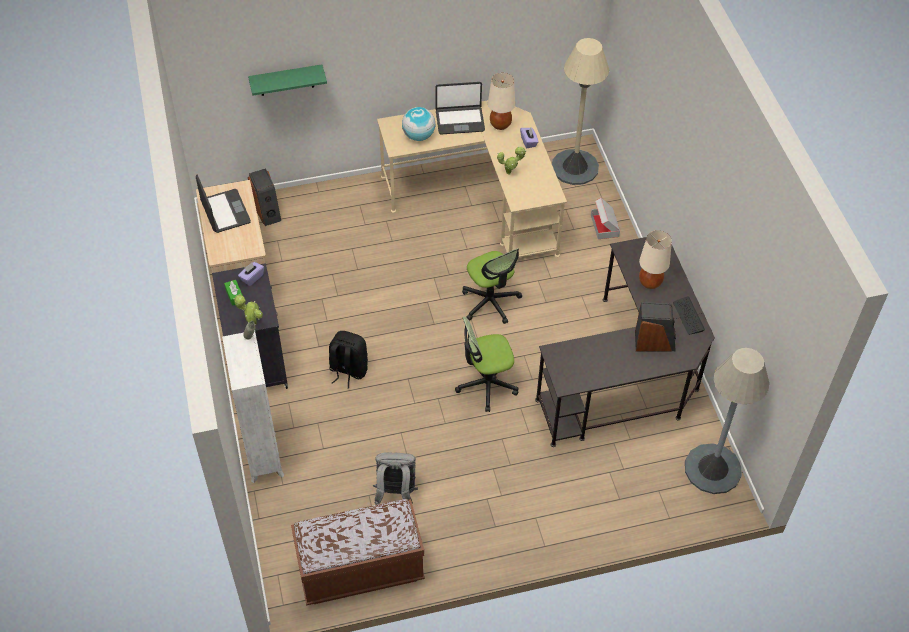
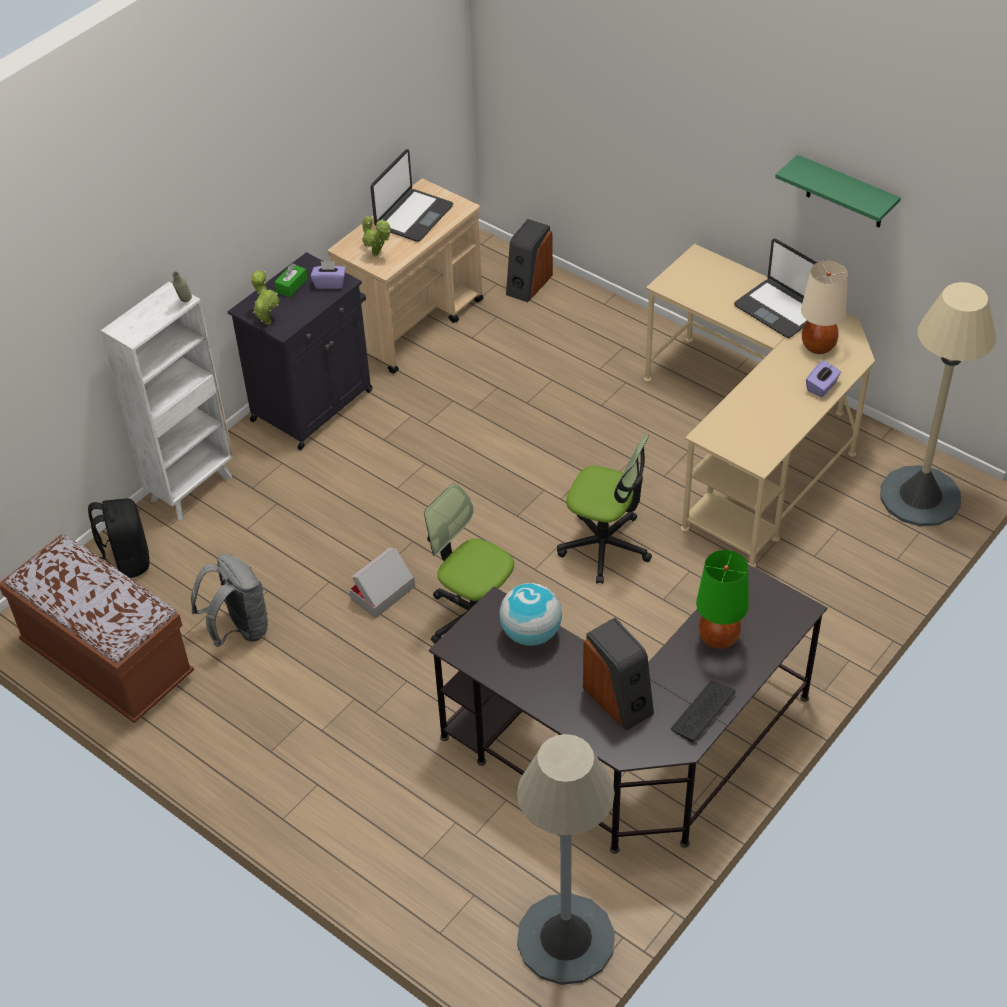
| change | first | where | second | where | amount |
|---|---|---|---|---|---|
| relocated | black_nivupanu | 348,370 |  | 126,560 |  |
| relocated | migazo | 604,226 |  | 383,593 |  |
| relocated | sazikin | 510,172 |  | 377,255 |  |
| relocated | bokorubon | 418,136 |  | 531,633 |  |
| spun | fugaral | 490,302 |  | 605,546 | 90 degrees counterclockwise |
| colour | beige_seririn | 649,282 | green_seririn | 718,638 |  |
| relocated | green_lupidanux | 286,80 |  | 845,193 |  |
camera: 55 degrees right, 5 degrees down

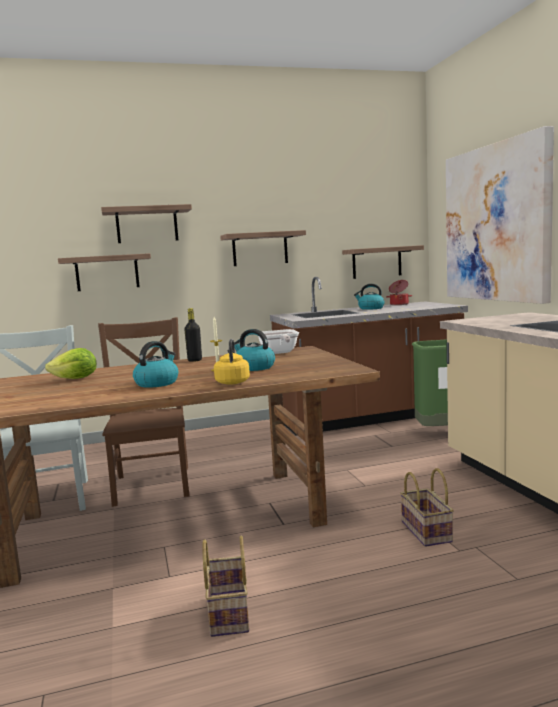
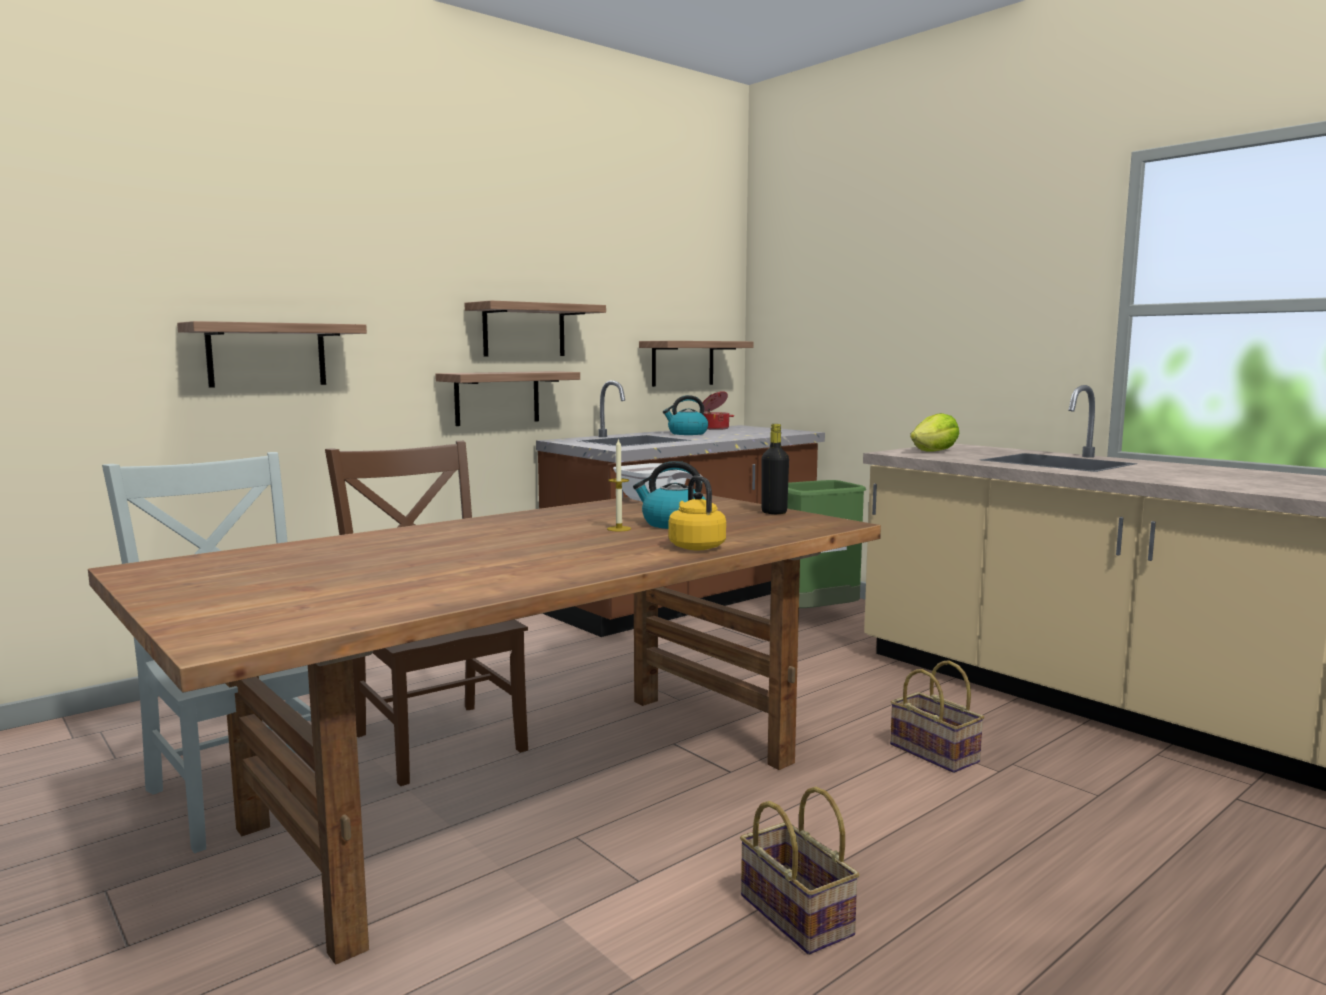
| change | first | where | second | where | amount |
|---|---|---|---|---|---|
| relocated | lupidanux | 147,225 |  | 497,398 |  |
| relocated | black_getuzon | 194,360 |  | 774,512 |  |
| relocated | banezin | 76,379 |  | 935,452 |  |
| missing | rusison | 157,383 |  |  |  |
| missing | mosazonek | 497,223 |  |  |  |
camera: 25 degrees left, 0 degrees up

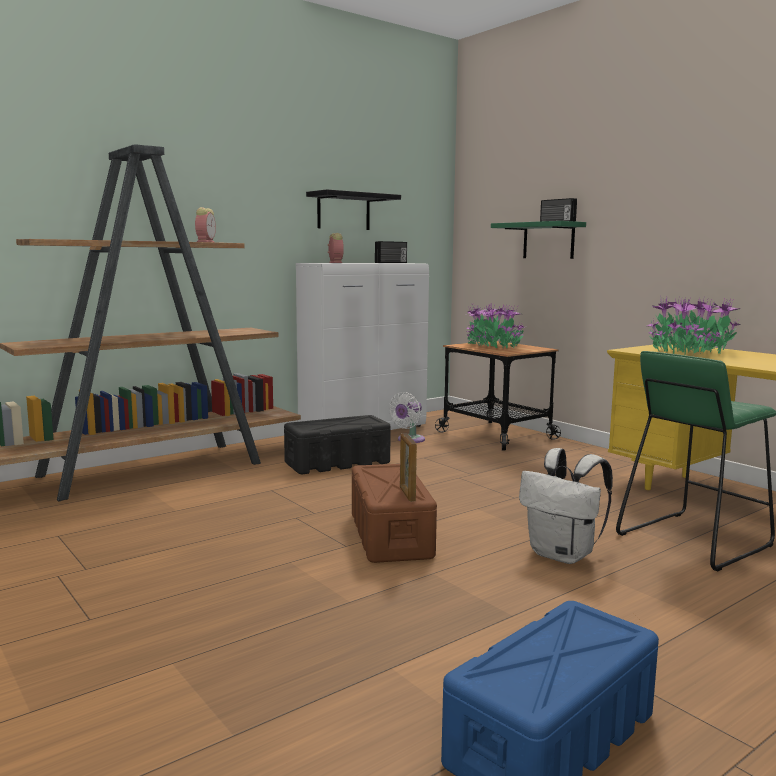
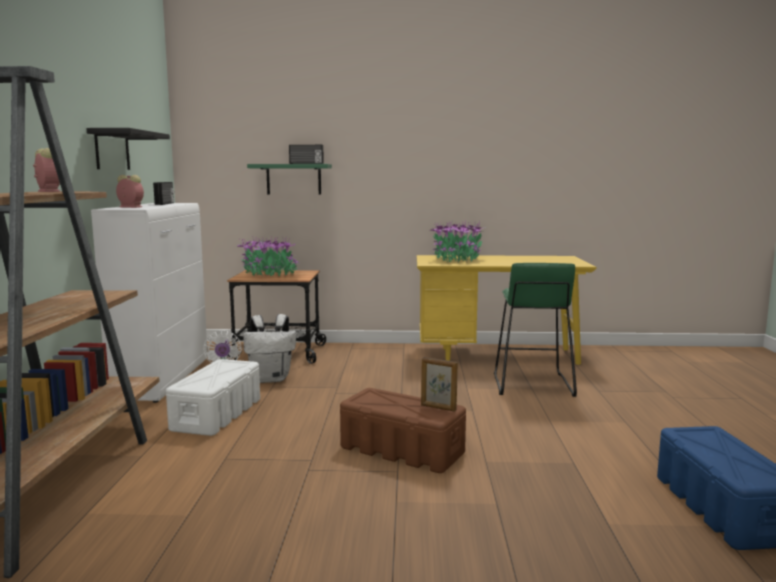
| change | first | where | second | where | amount |
|---|---|---|---|---|---|
| colour | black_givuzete | 338,463 | white_givuzete | 217,414 |  |
| relocated | white_nivupanu | 563,555 |  | 271,379 |  |
camera: 50 degrees left, 0 degrees up

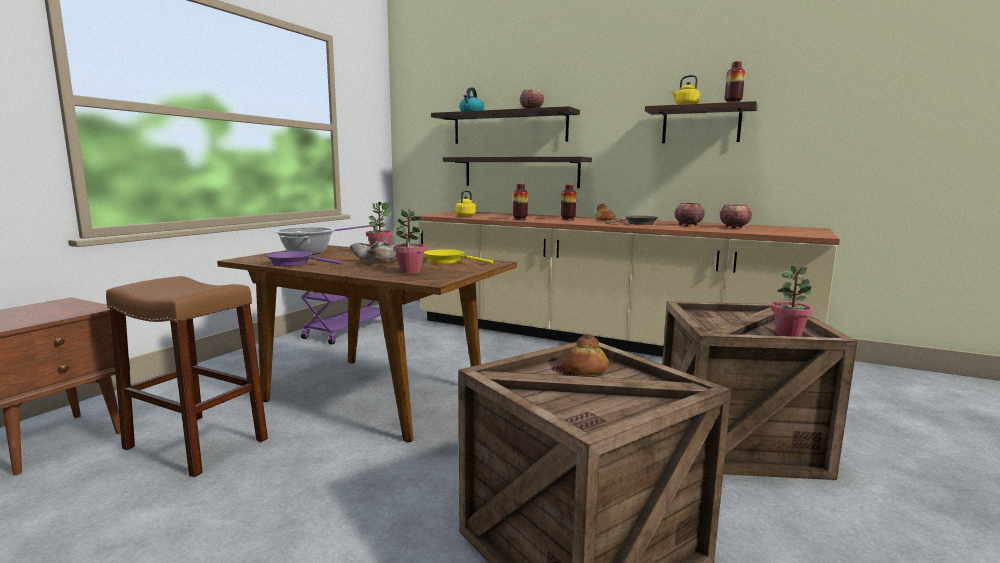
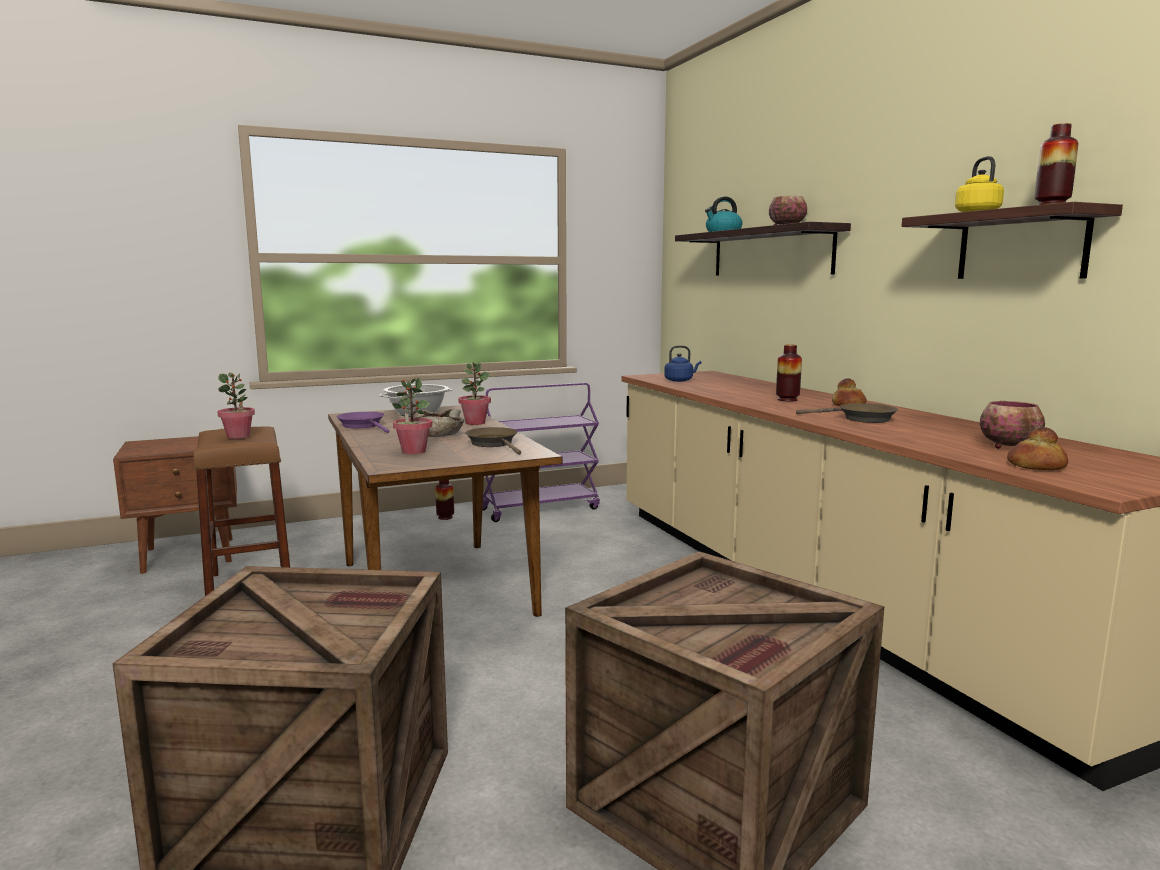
| change | first | where | second | where | amount |
|---|---|---|---|---|---|
| relocated | sazikin | 788,334 |  | 238,436 |  |
| relocated | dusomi | 519,219 |  | 445,517 |  |
| colour | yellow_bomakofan | 448,261 | brown_bomakofan | 494,444 |  |
| colour | yellow_rusison | 466,215 | blue_rusison | 680,380 |  |
| relocated | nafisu | 586,369 |  | 1036,466 |  |
| missing | lupidanux | 520,172 |  |  |  |
| missing | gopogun | 687,225 |  |  |  |
camera: 40 degrees right, 0 degrees up

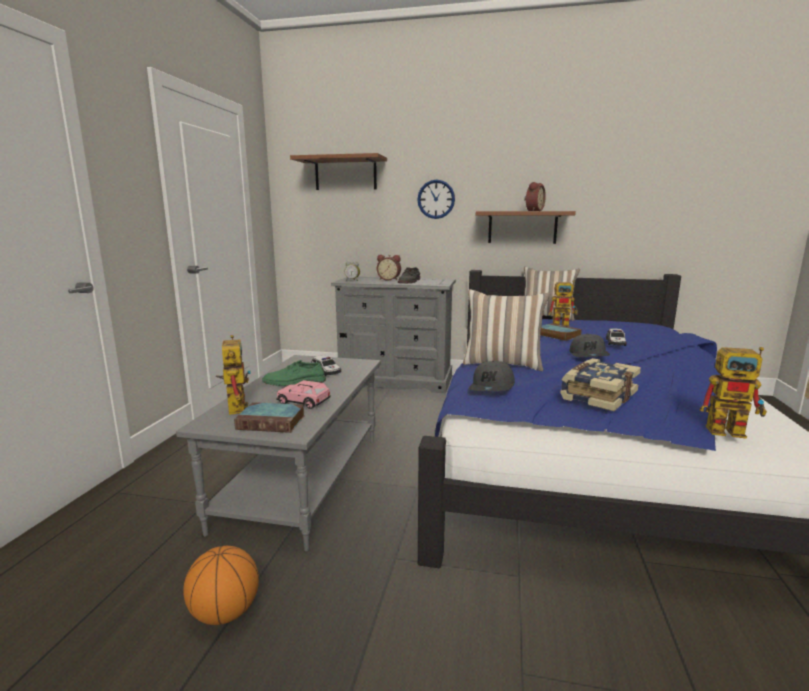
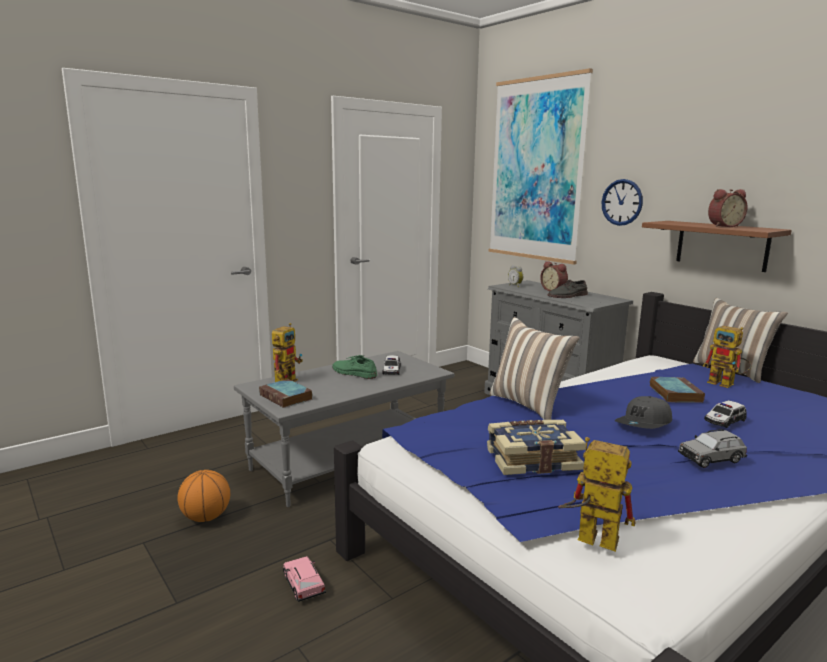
| change | first | where | second | where | amount |
|---|---|---|---|---|---|
| relocated | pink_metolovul | 304,402 |  | 303,586 |  |
| exchanged | brown_lupidanux | 345,174 | mosazonek | 536,170 |  |
| spun | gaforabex | 733,431 |  | 588,539 | 150 degrees clockwise |
| appeared |  |  | grey_metolovul | 711,459 |  |
| missing | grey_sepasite | 492,387 |  |  |  |
camera: 40 degrees right, 0 degrees up

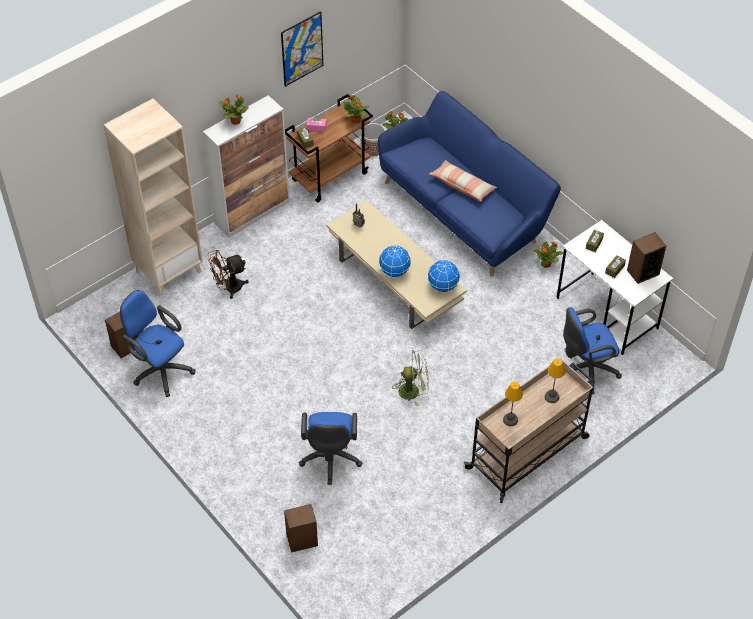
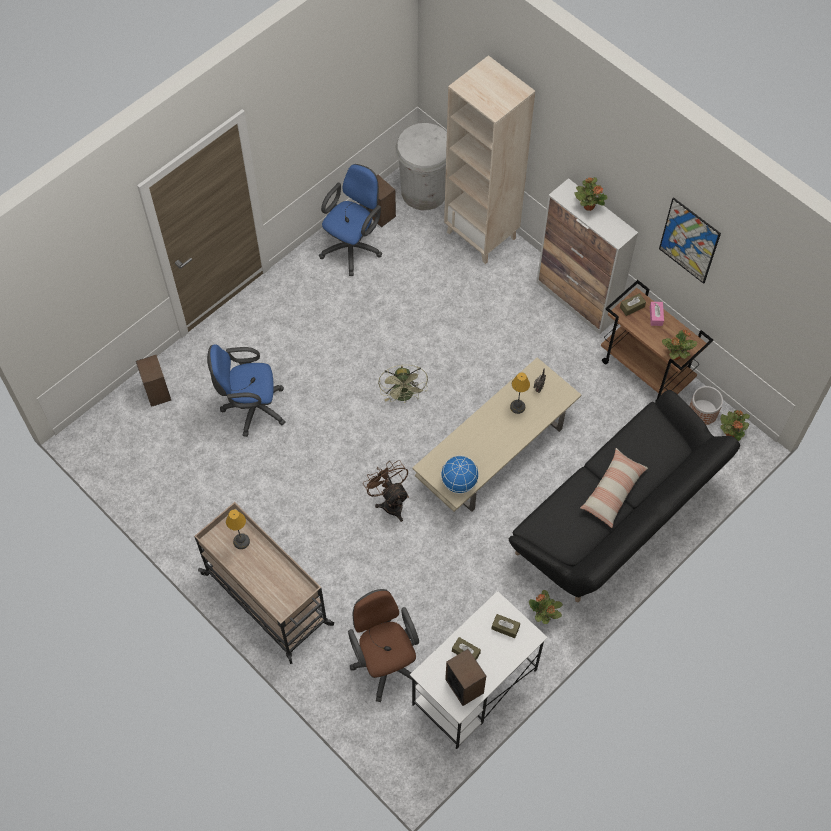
| change | first | where | second | where | amount |
|---|---|---|---|---|---|
| colour | blue_fugaral | 585,370 | brown_fugaral | 385,661 |  |
| relocated | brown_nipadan | 229,288 |  | 390,502 |  |
| relocated | green_nipadan | 413,390 |  | 404,396 |  |
| appeared |  |  | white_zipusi | 424,191 |  |
| colour | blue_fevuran | 464,211 | black_fevuran | 615,519 |  |
| relocated | seririn | 552,397 |  | 517,407 |  |
| missing | bokorubon | 394,271 |  |  |  |
camera: 85 degrees right, 10 degrees up

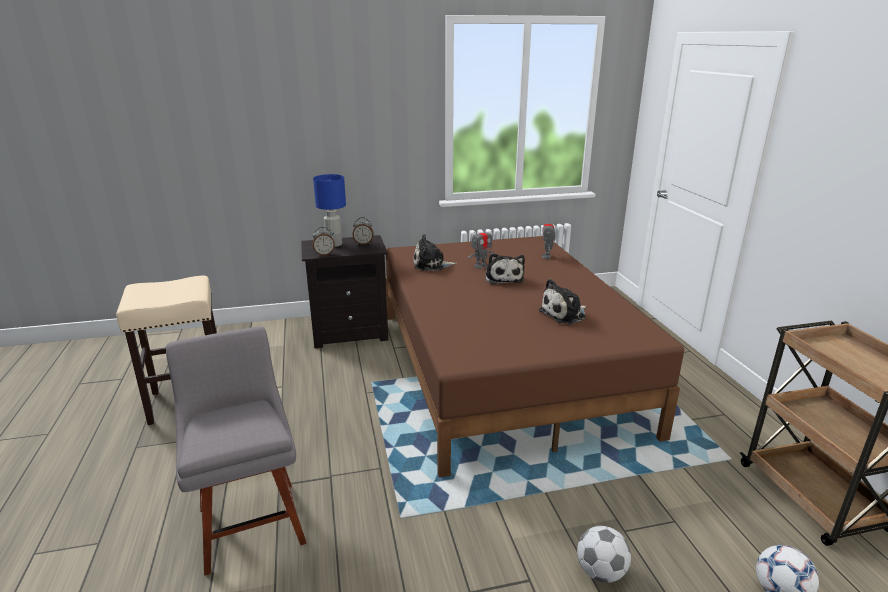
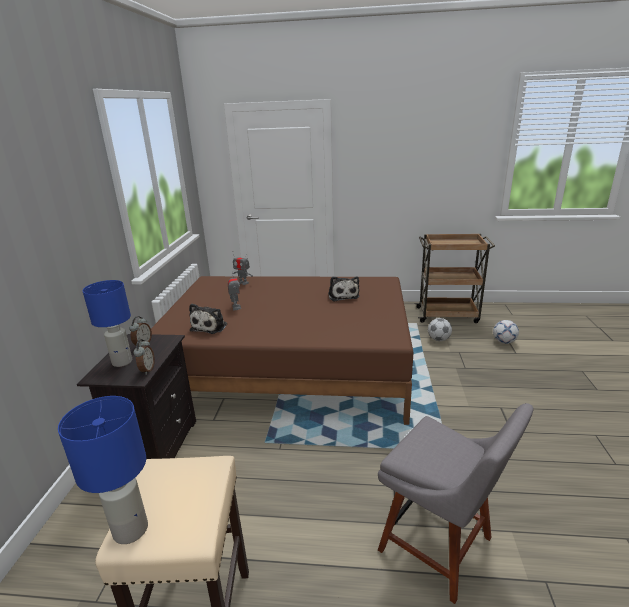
| change | first | where | second | where | amount |
|---|---|---|---|---|---|
| appeared |  |  | blue_seririn | 130,529 |  |
| spun | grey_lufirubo | 251,520 |  | 440,547 | 135 degrees counterclockwise |
| relocated | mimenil | 601,572 |  | 439,339 |  |
| missing | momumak | 503,278 |  |  |  |
camera: 70 degrees left, 0 degrees up

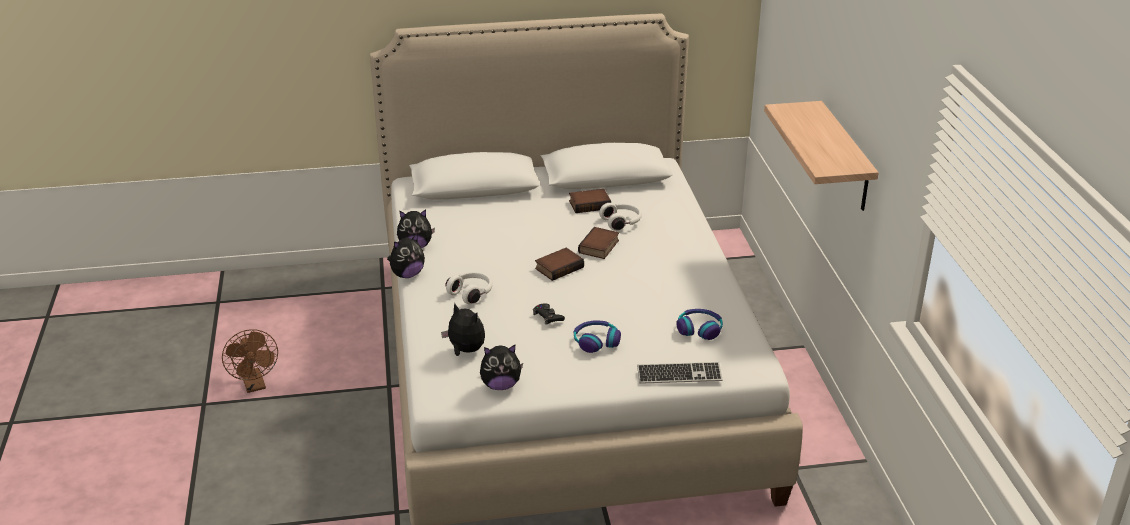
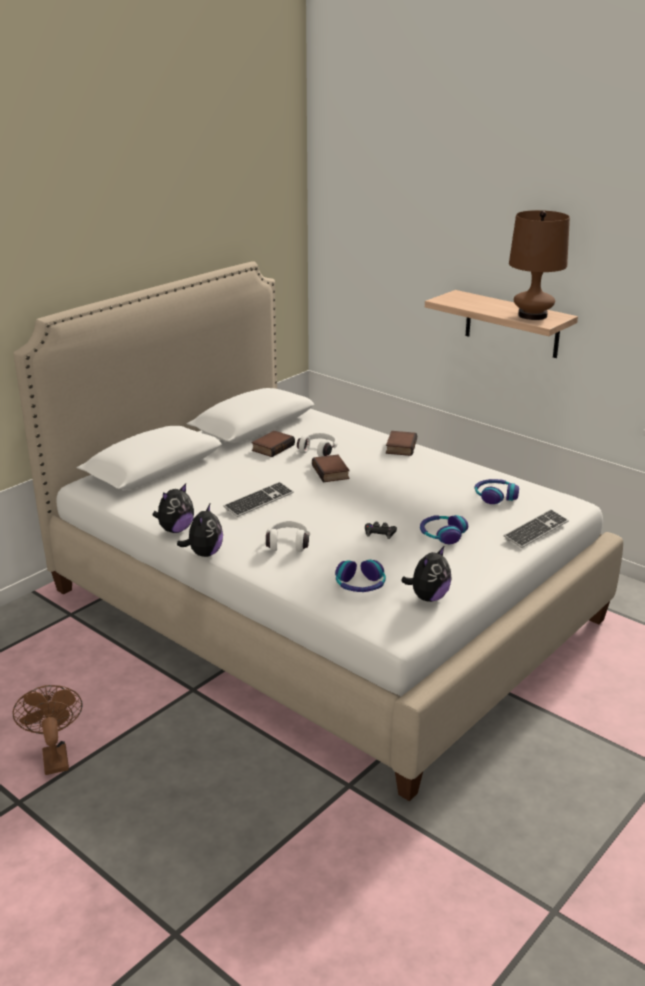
| change | first | where | second | where | amount |
|---|---|---|---|---|---|
| spun | brown_nipadan | 255,385 |  | 54,756 | 135 degrees counterclockwise |
| appeared |  |  | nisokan | 259,501 |  |
| exchanged | momumak | 465,351 | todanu | 360,585 |  |
| relocated | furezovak | 559,267 |  | 400,447 |  |
| appeared |  |  | brown_seririn | 532,315 |  |
camera: 40 degrees left, 5 degrees down

